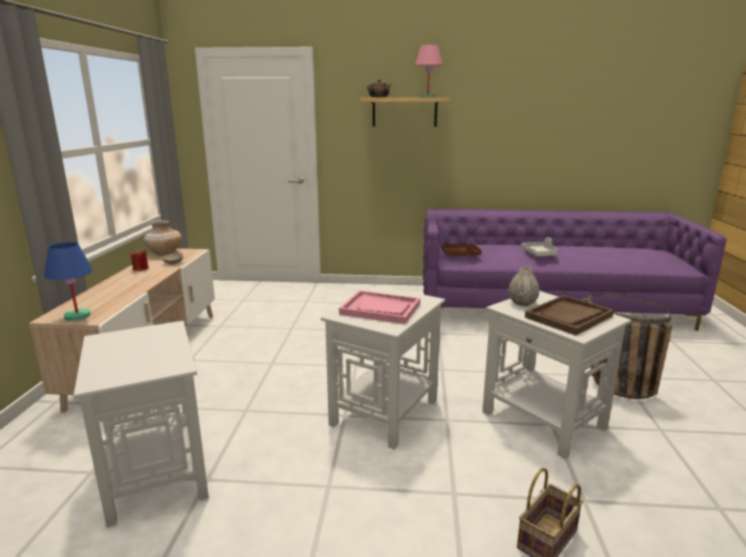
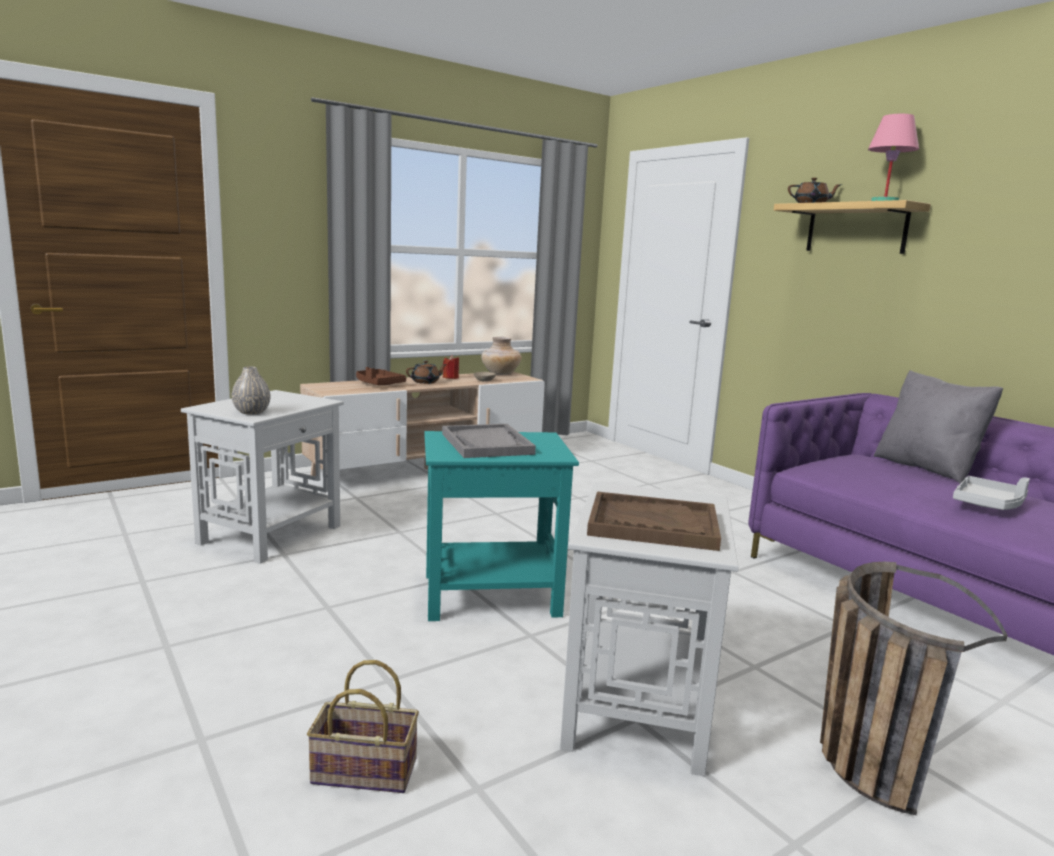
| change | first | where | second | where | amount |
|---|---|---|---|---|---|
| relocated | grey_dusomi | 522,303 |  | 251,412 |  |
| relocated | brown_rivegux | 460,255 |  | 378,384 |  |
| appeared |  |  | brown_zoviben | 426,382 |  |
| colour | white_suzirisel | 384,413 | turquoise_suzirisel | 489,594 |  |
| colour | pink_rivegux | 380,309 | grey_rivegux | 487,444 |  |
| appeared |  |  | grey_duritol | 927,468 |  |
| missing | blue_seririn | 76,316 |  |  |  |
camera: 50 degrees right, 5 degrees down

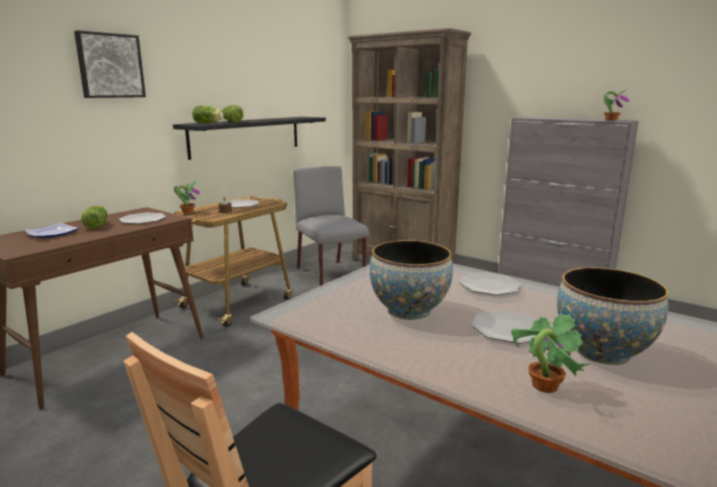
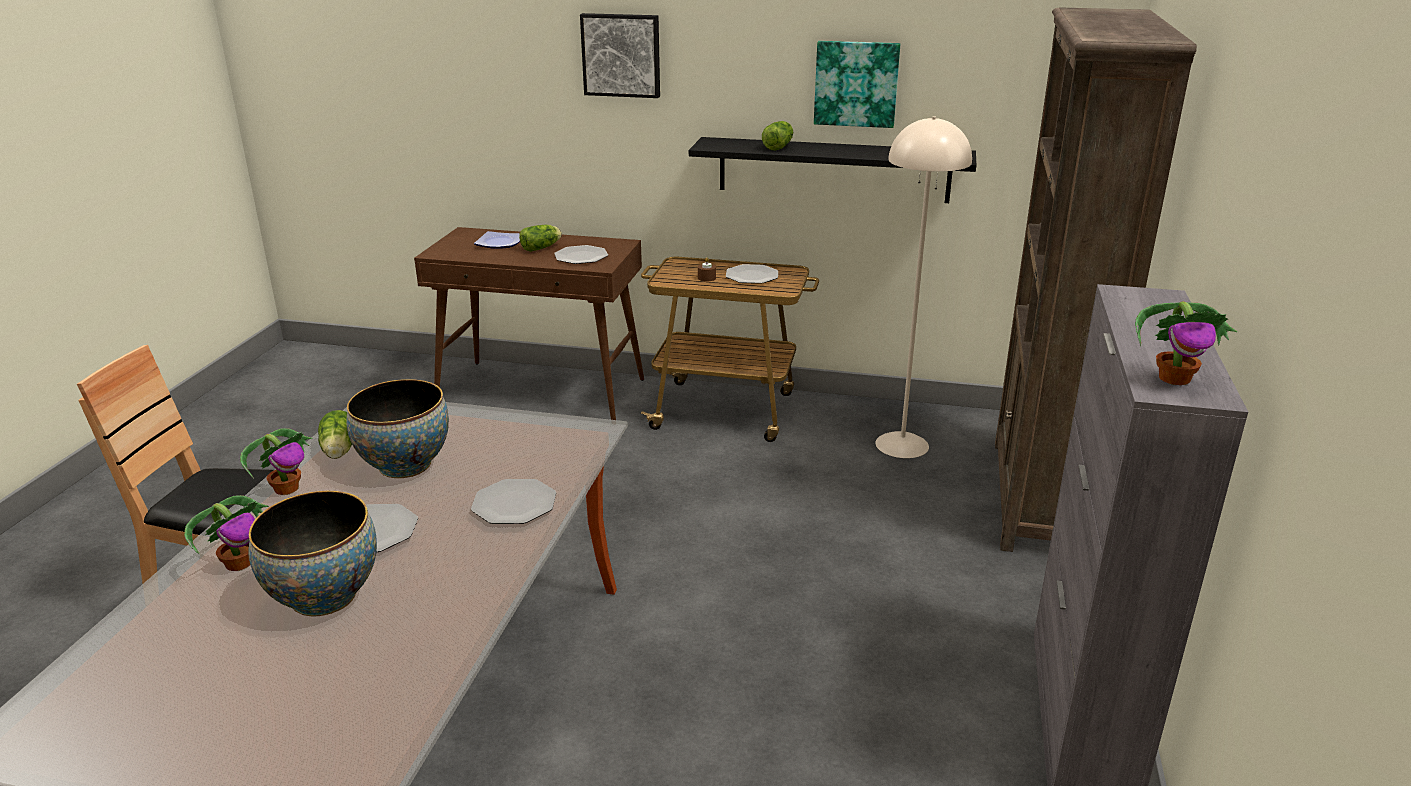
| change | first | where | second | where | amount |
|---|---|---|---|---|---|
| relocated | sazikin | 187,212 |  | 287,488 |  |
| relocated | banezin | 209,123 |  | 339,451 |  |
| appeared |  |  | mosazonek | 856,83 |  |
| exchanged | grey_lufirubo | 331,274 | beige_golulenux | 902,444 |  |
camera: 65 degrees right, 10 degrees up

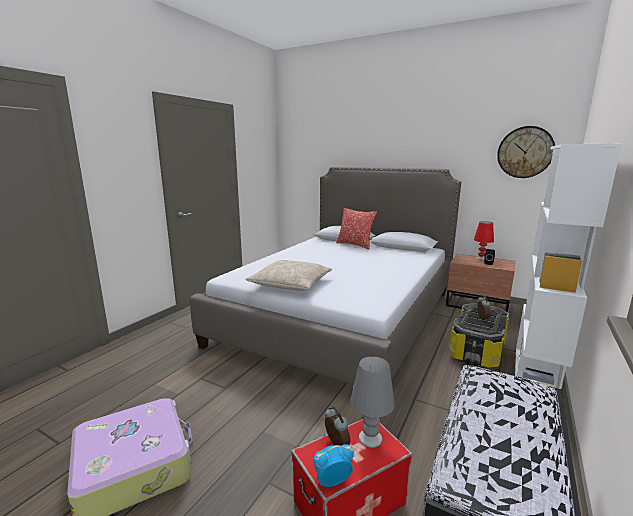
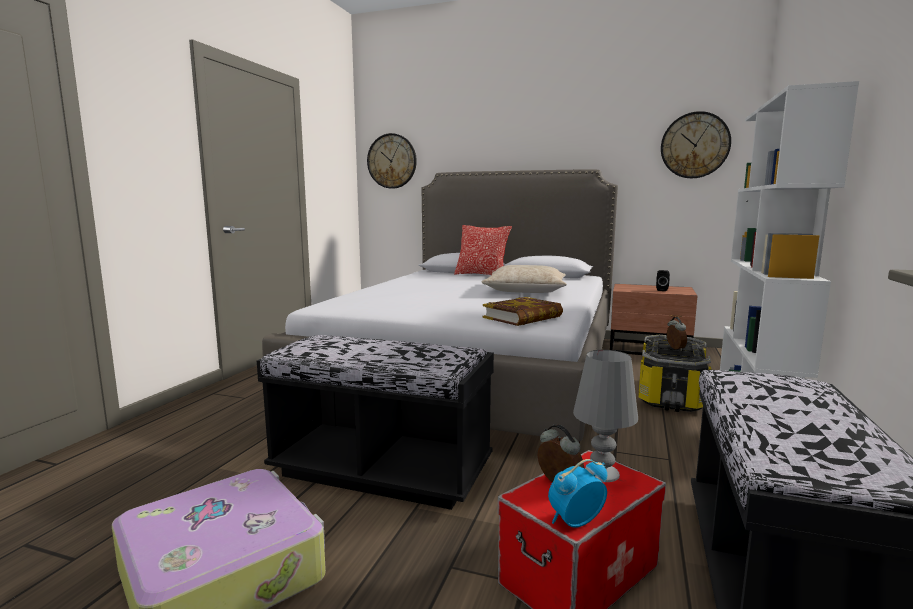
| change | first | where | second | where | amount |
|---|---|---|---|---|---|
| appeared |  |  | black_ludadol | 381,470 |  |
| appeared |  |  | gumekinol | 392,161 |  |
| relocated | beige_duritol | 290,284 |  | 525,290 |  |
| appeared |  |  | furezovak | 523,317 |  |
| missing | red_seririn | 481,258 |  |  |  |
camera: 10 degrees left, 5 degrees down

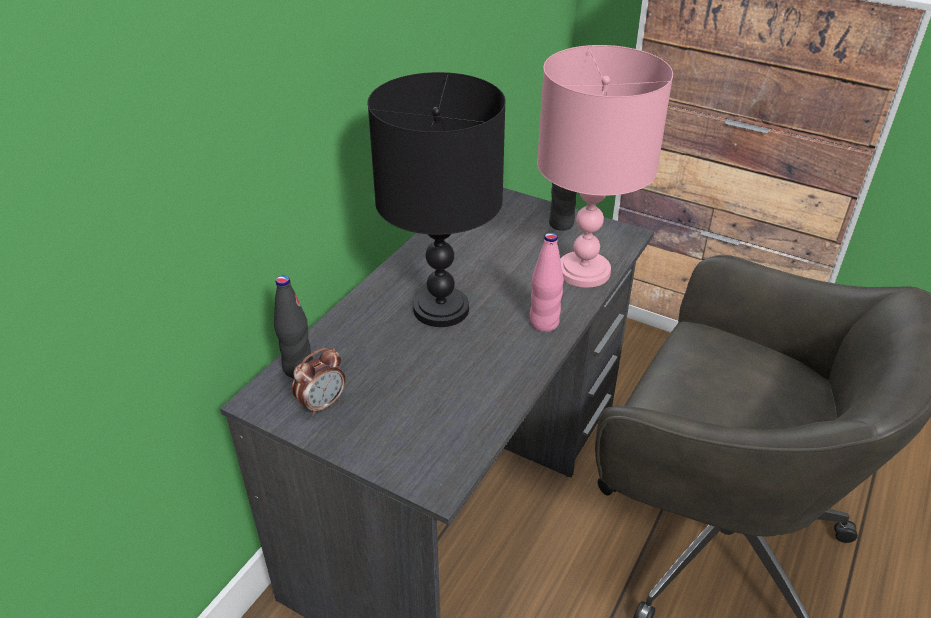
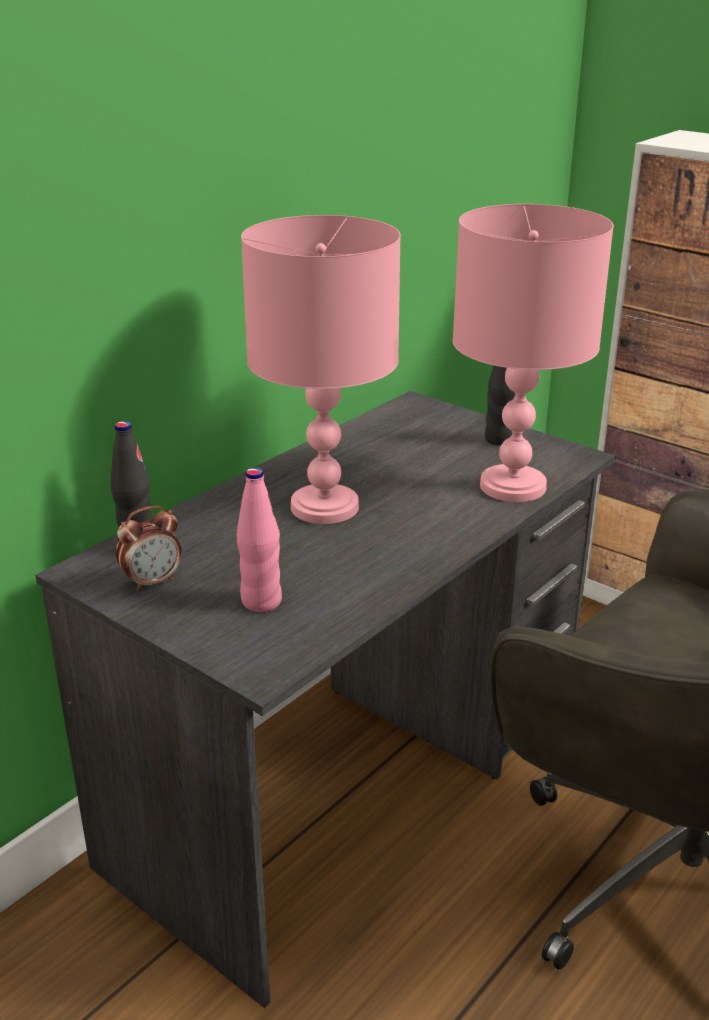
| change | first | where | second | where | amount |
|---|---|---|---|---|---|
| relocated | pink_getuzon | 544,323 |  | 261,601 |  |
| colour | black_seririn | 442,309 | pink_seririn | 326,507 |  |
camera: 10 degrees right, 10 degrees down

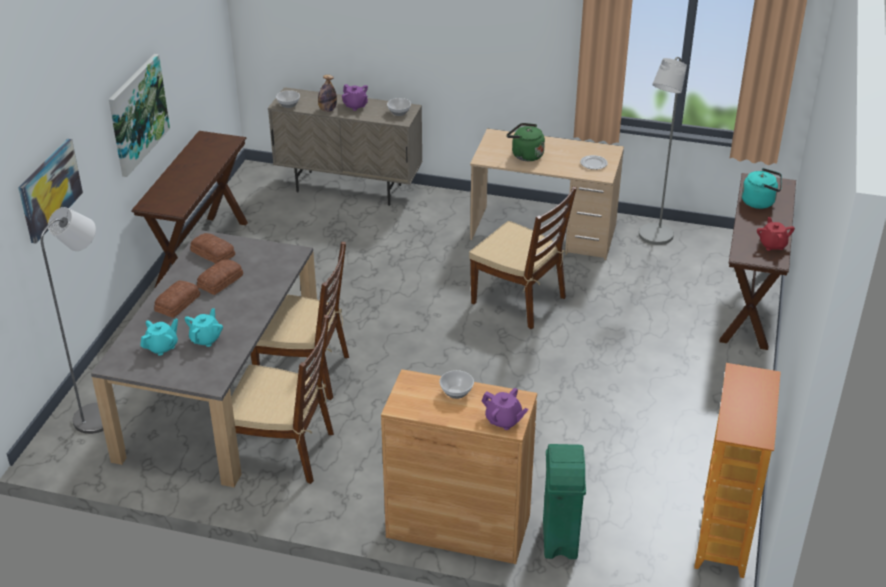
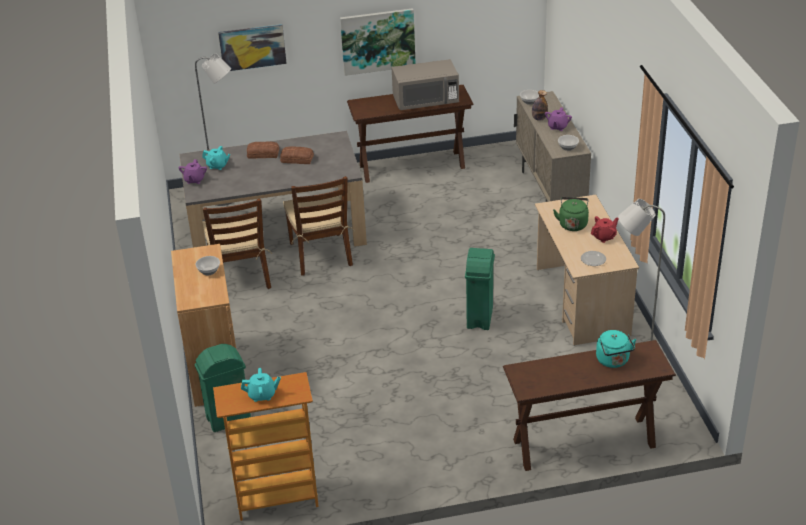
| change | first | where | second | where | amount |
|---|---|---|---|---|---|
| relocated | purple_zoviben | 503,420 |  | 194,180 |  |
| relocated | turquoise_zoviben | 206,339 |  | 262,395 |  |
| appeared |  |  | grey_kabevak | 425,101 |  |
| exchanged | brown_lufirubo | 519,300 | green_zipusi | 479,318 |  |
| relocated | red_zoviben | 772,245 |  | 604,237 |  |
| missing | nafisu | 213,253 |  |  |  |
camera: 65 degrees right, 0 degrees up

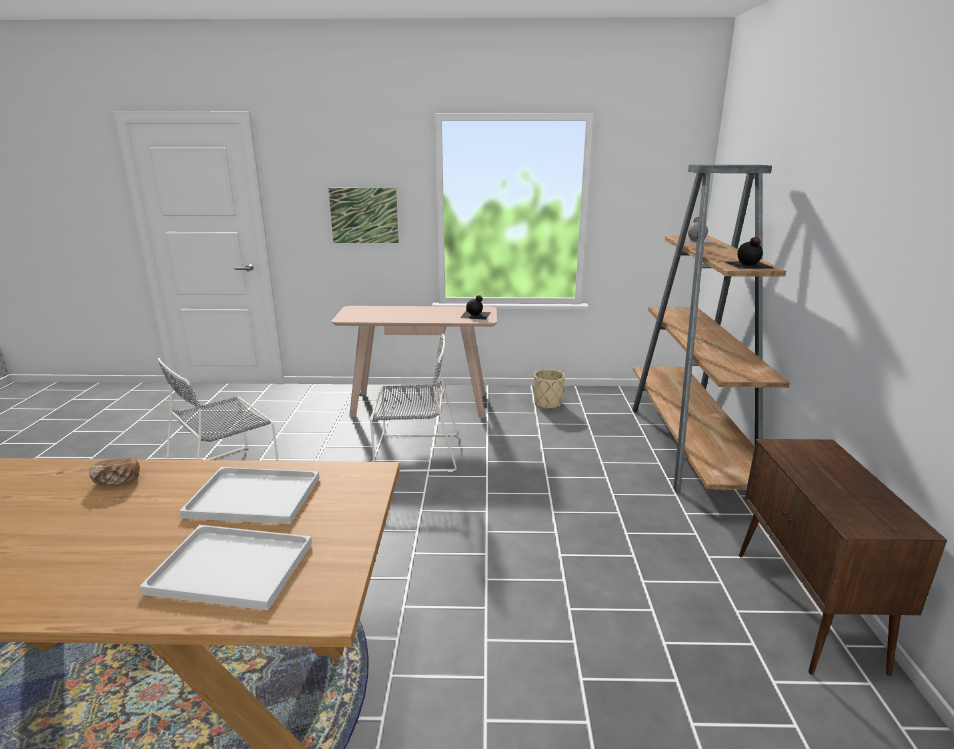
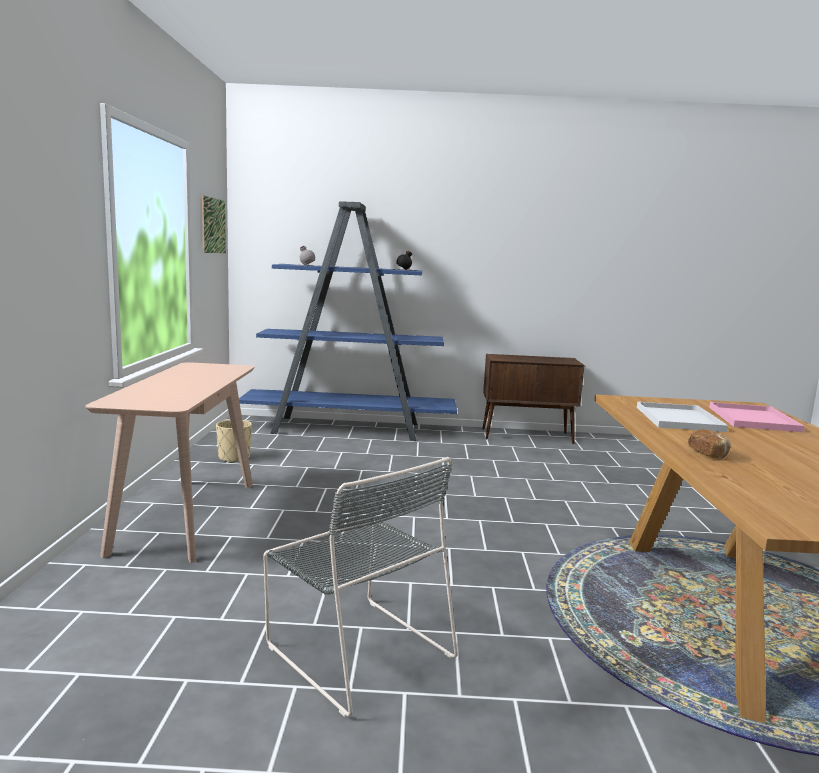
| change | first | where | second | where | amount |
|---|---|---|---|---|---|
| relocated | mosazonek | 364,215 |  | 213,225 |  |
| colour | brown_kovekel | 690,448 | blue_kovekel | 349,429 |  |
| colour | white_rivegux | 235,567 | pink_rivegux | 751,418 |  |
| missing | grey_lufirubo | 414,452 |  |  |  |
| missing | black_getuzon | 476,315 |  |  |  |
camera: 90 degrees left, 10 degrees down

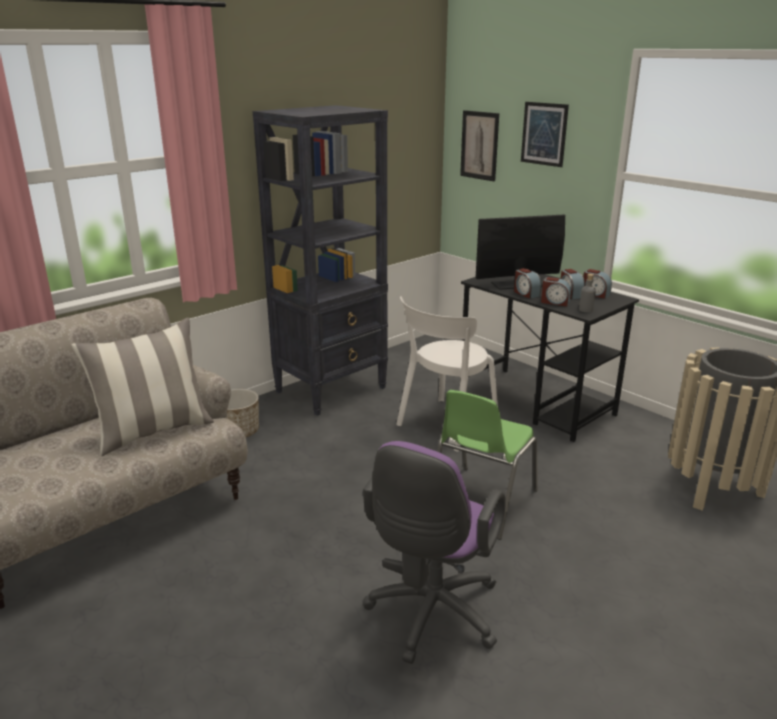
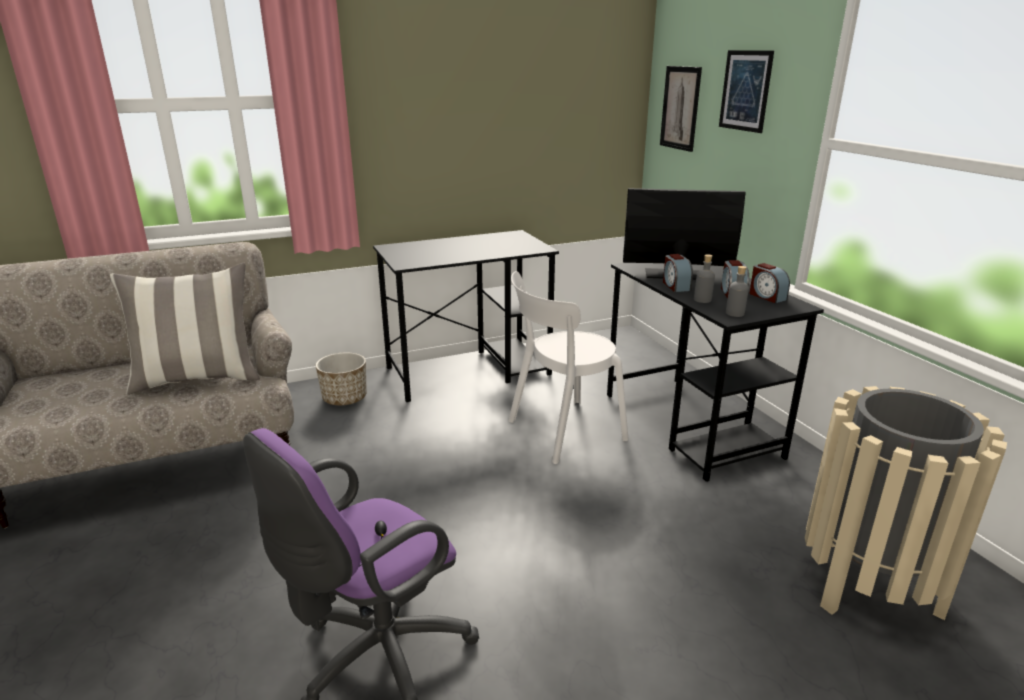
| change | first | where | second | where | amount |
|---|---|---|---|---|---|
| exchanged | black_kovekel | 332,389 | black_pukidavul | 469,371 |  |
| exchanged | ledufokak | 555,302 | grey_getuzon | 702,300 |  |
| missing | green_lufirubo | 480,503 |  |  |  |
camera: 20 degrees right, 0 degrees up

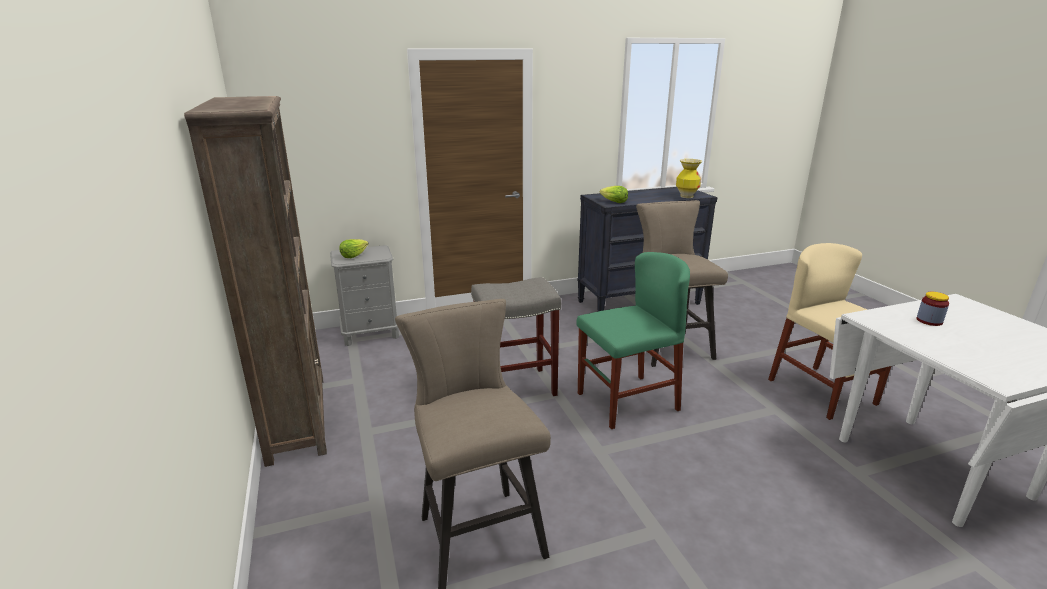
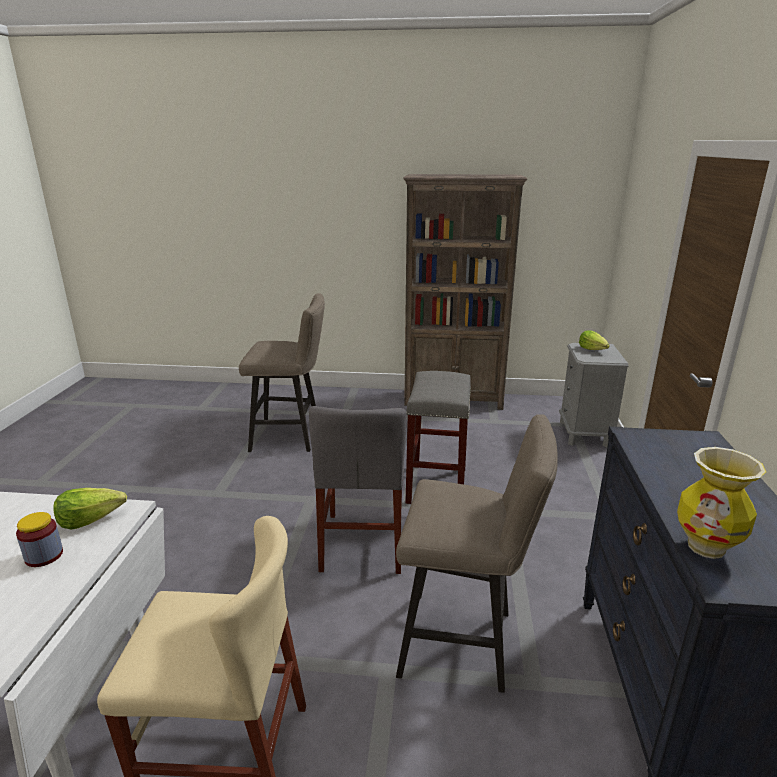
| change | first | where | second | where | amount |
|---|---|---|---|---|---|
| relocated | banezin | 613,202 |  | 91,519 |  |
| colour | green_lufirubo | 627,401 | grey_lufirubo | 363,542 |  |
camera: 115 degrees right, 0 degrees up

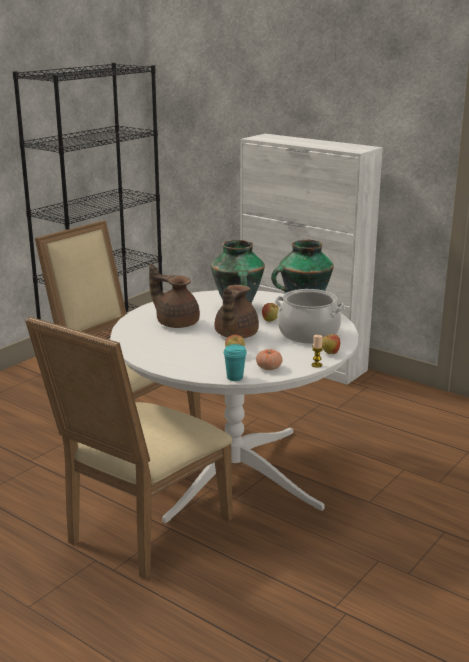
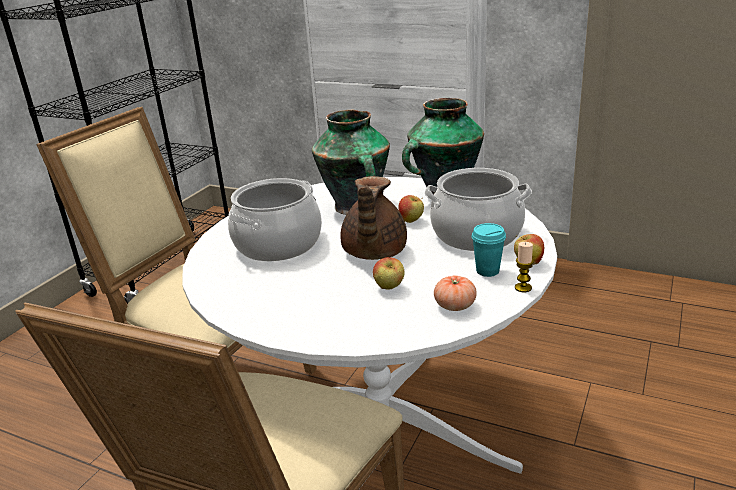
| change | first | where | second | where | amount |
|---|---|---|---|---|---|
| exchanged | brown_zoviben | 176,323 | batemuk | 277,244 |  |
| relocated | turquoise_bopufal | 235,377 |  | 487,271 |  |
camera: 10 degrees left, 5 degrees up

